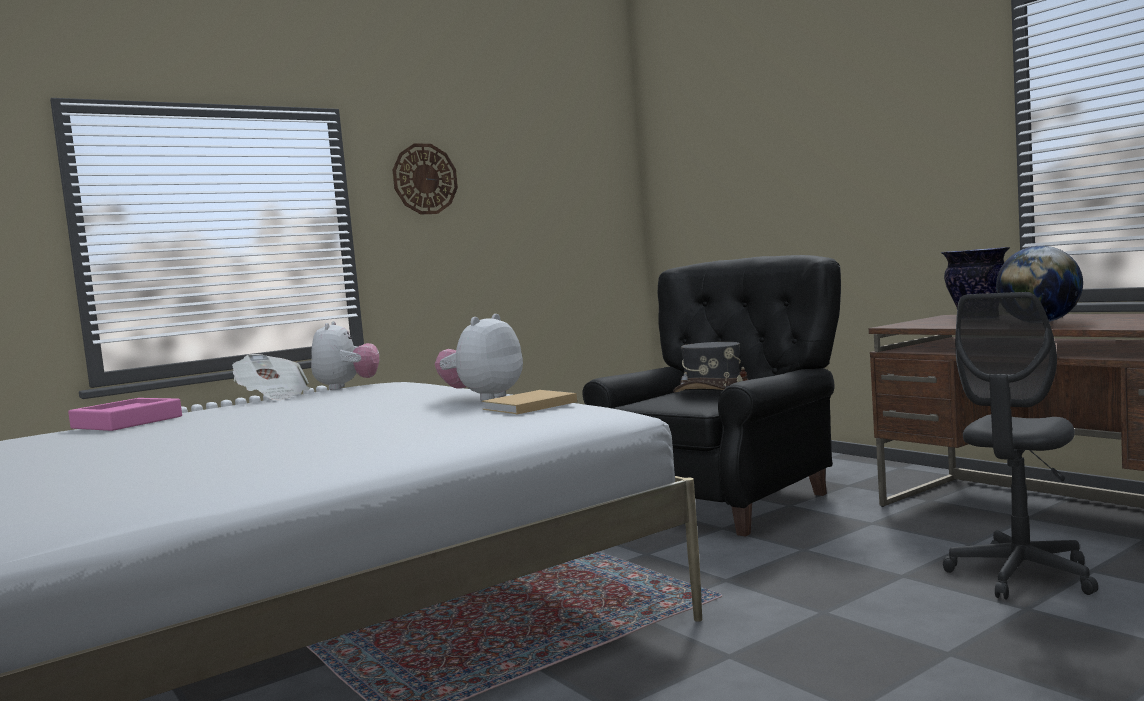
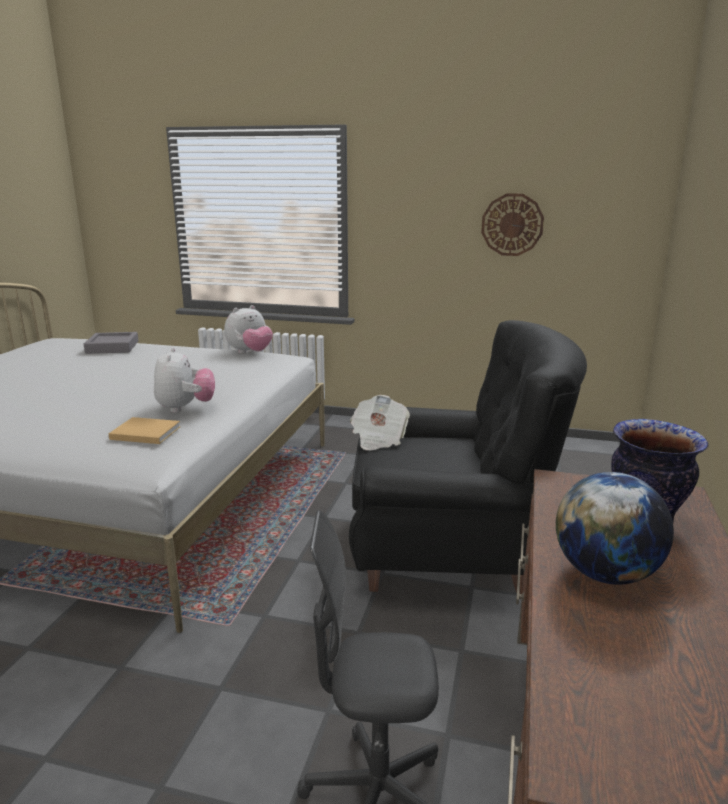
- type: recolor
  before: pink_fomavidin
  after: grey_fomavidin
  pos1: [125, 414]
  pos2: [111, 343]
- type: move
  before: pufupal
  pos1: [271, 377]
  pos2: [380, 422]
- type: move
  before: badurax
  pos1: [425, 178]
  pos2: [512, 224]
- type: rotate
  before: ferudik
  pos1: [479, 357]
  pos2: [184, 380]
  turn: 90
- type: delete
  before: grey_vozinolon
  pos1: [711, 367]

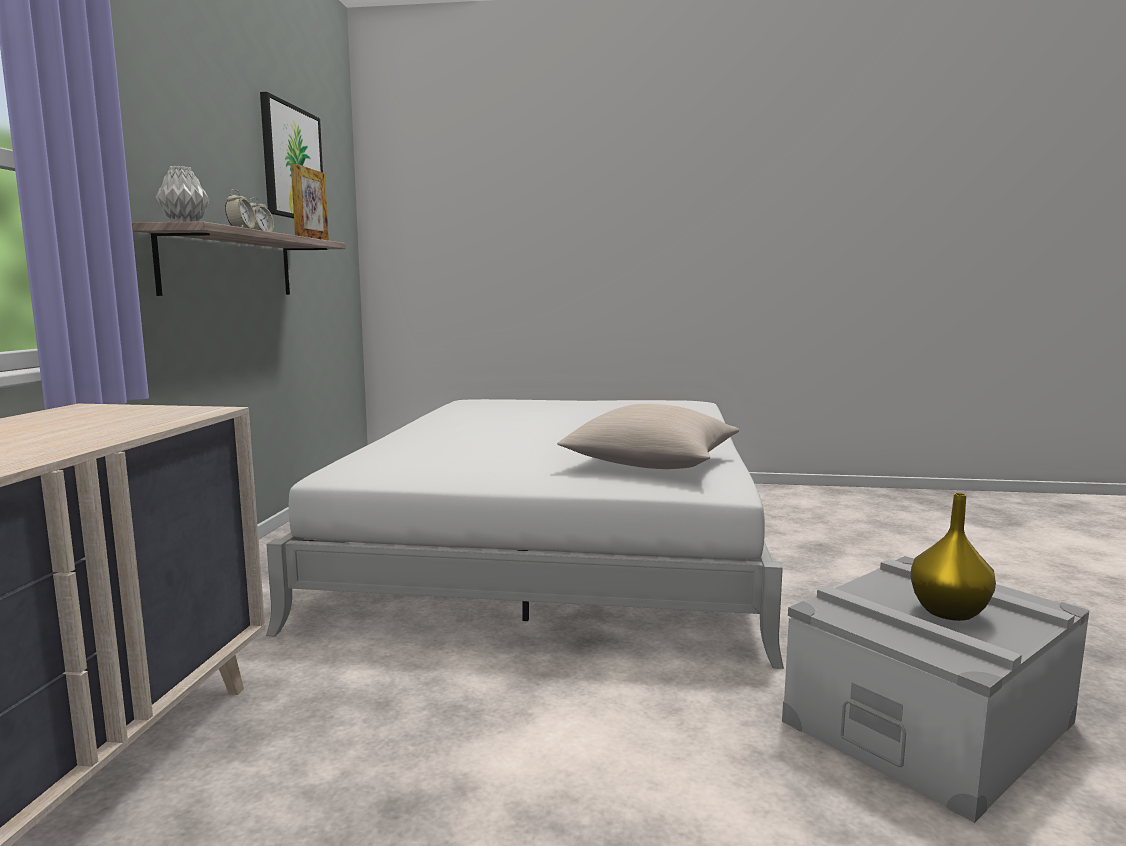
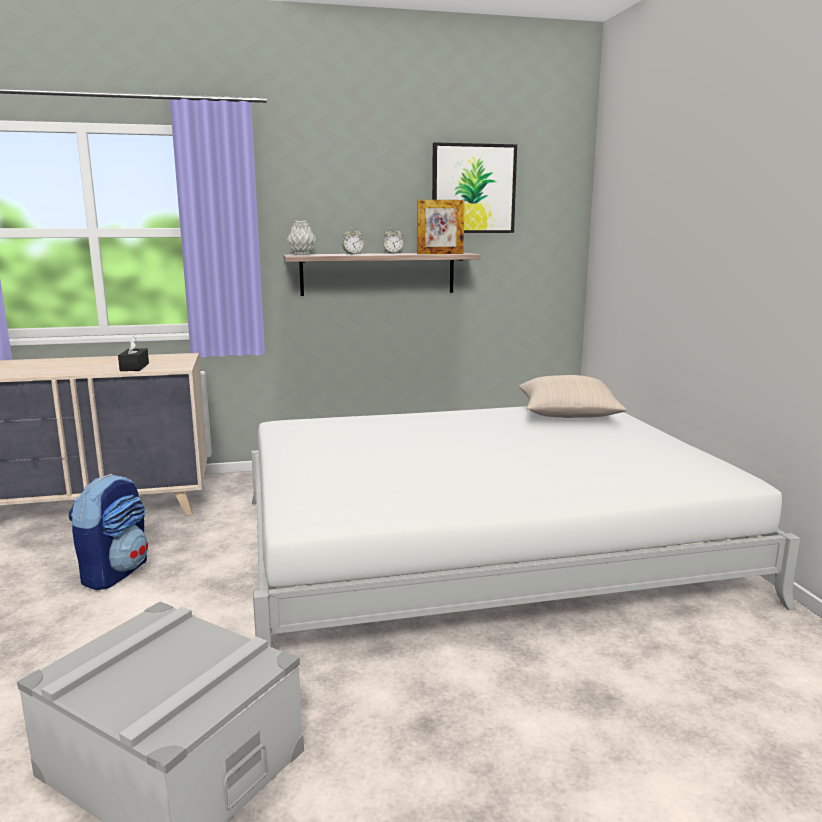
- type: move
  before: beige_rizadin
  pos1: [648, 436]
  pos2: [573, 396]
- type: delete
  before: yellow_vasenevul
  pos1: [953, 557]
- type: insert
  after: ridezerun
  pos2: [108, 532]
- type: insert
  after: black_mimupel
  pos2: [133, 353]

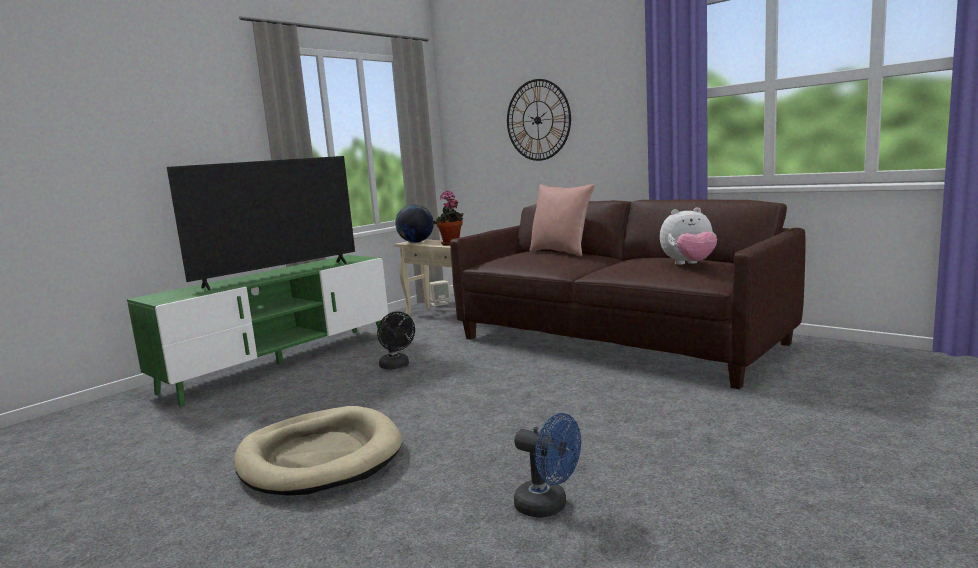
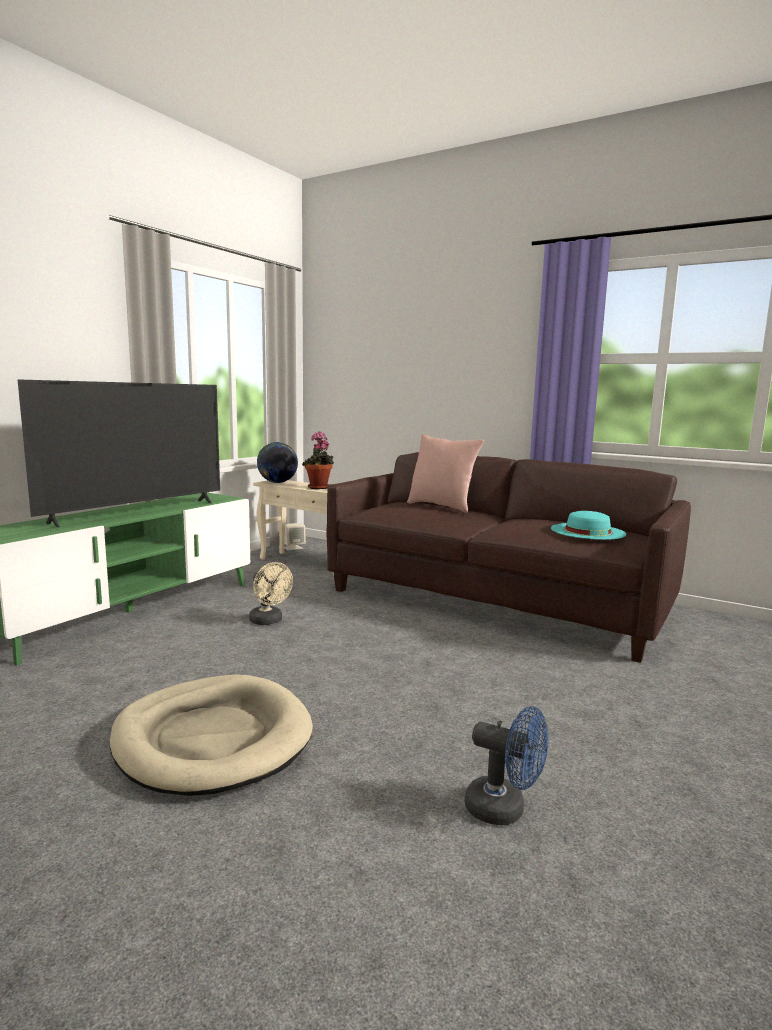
- type: recolor
  before: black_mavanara
  after: beige_mavanara
  pos1: [396, 341]
  pos2: [271, 593]
- type: delete
  before: badurax
  pos1: [539, 120]
- type: replace
  before: ferudik
  after: turquoise_vozinolon
  pos1: [688, 236]
  pos2: [588, 525]

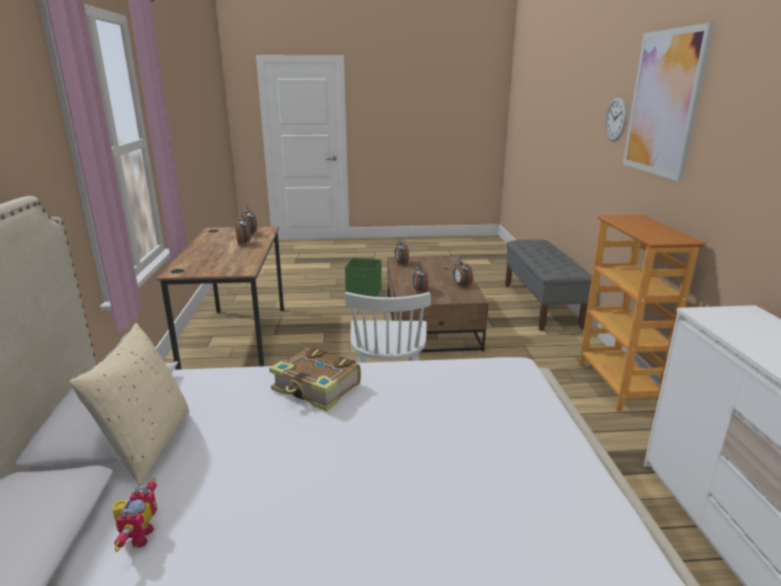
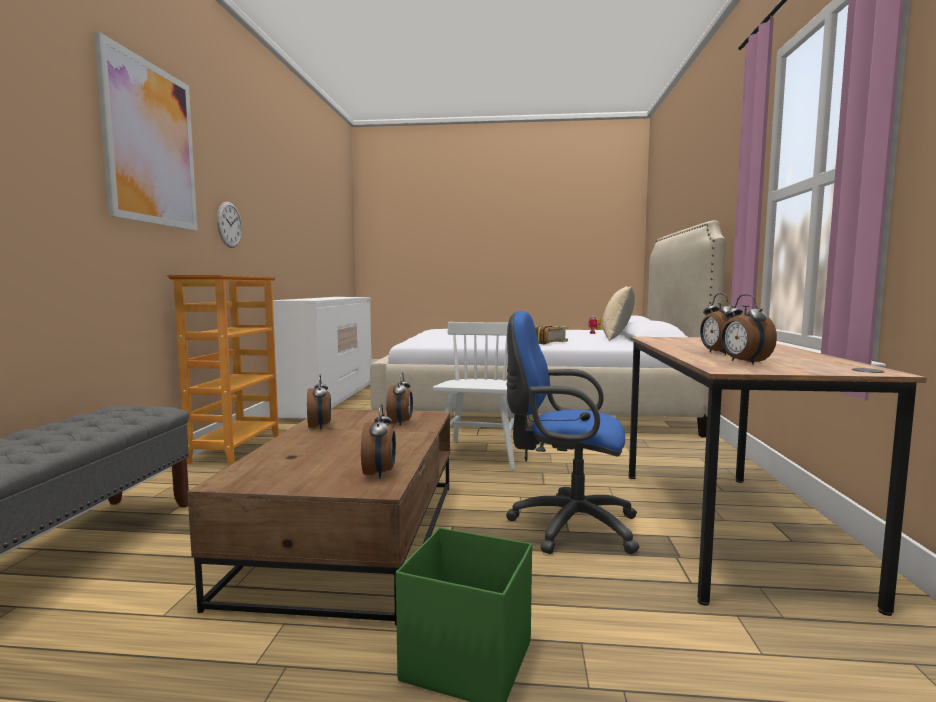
- type: move
  before: badurax
  pos1: [616, 119]
  pos2: [229, 225]
- type: insert
  after: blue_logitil
  pos2: [573, 432]

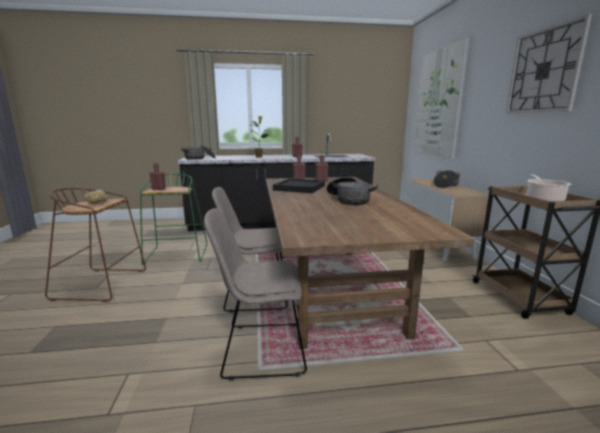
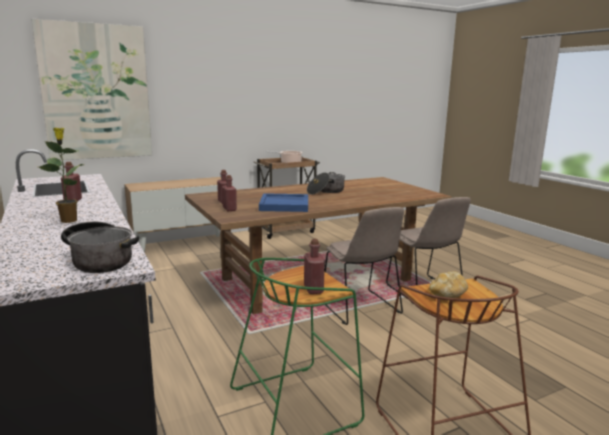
- type: recolor
  before: black_fomavidin
  after: blue_fomavidin
  pos1: [299, 185]
  pos2: [283, 202]
- type: delete
  before: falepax
  pos1: [446, 179]
- type: delete
  before: badurax
  pos1: [549, 64]

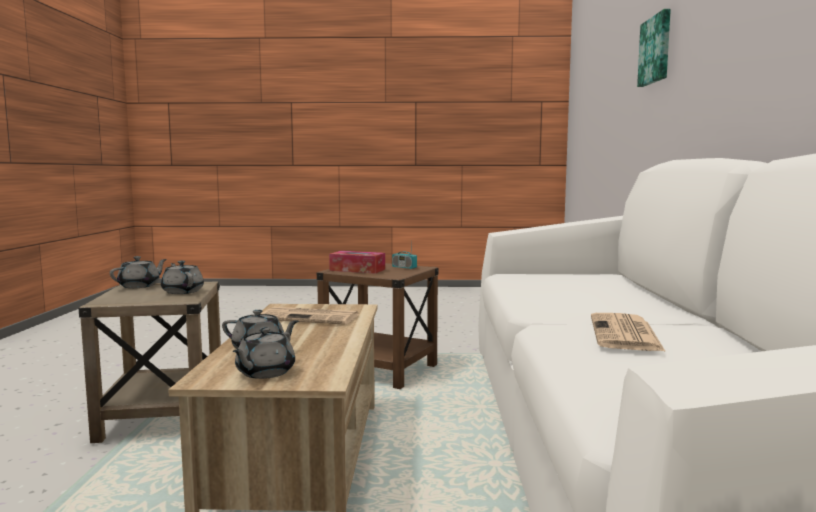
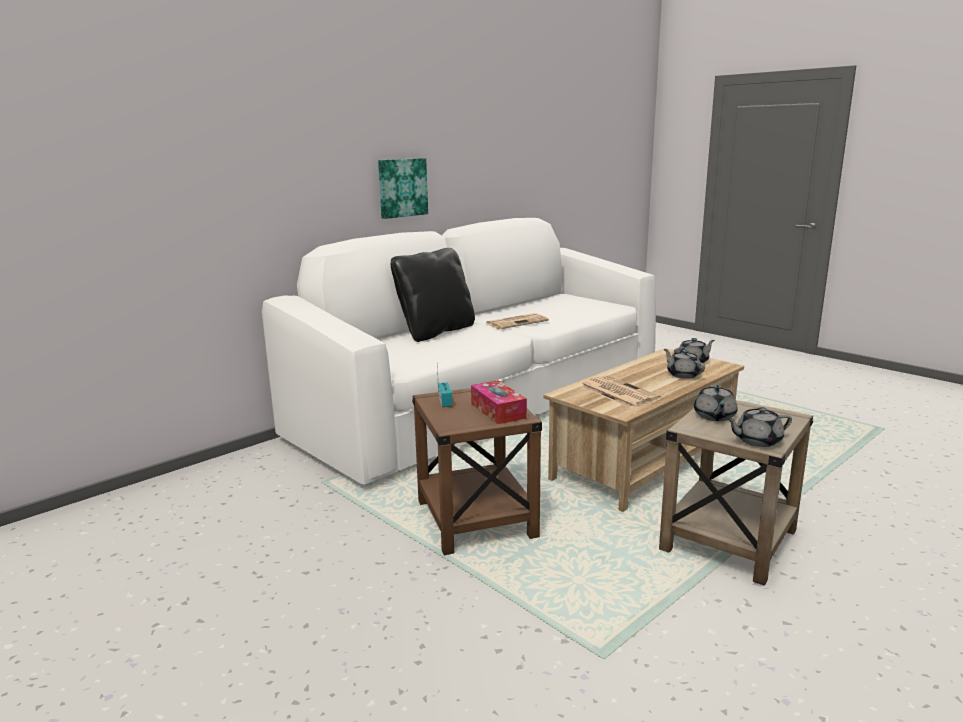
- type: move
  before: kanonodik
  pos1: [654, 48]
  pos2: [403, 188]
- type: insert
  after: black_rizadin
  pos2: [433, 295]

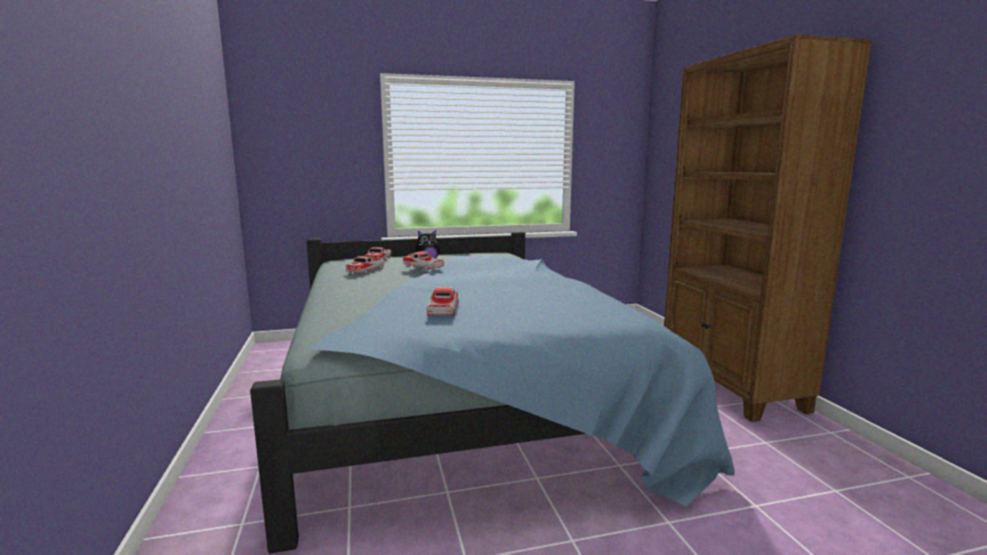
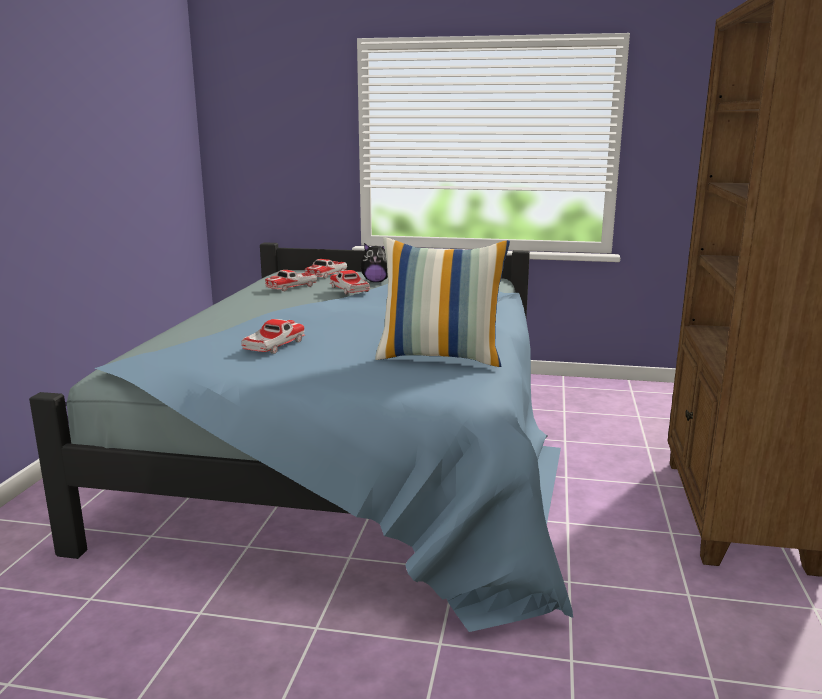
- type: insert
  after: rizadin
  pos2: [442, 302]

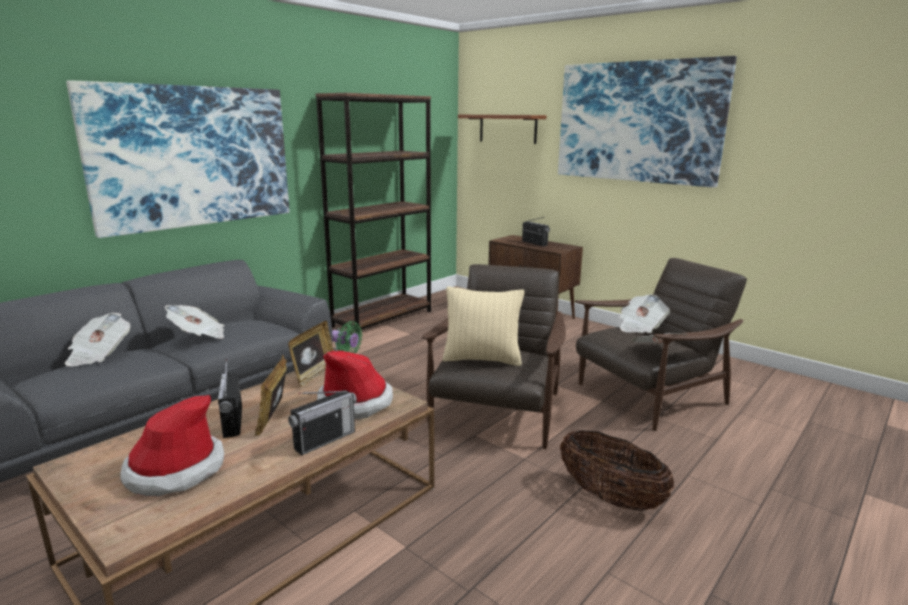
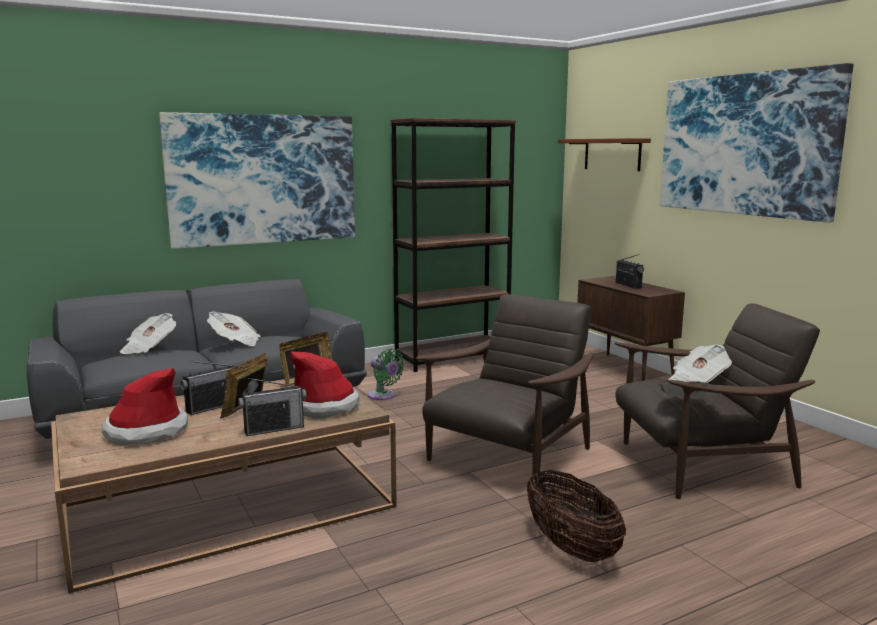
- type: rotate
  before: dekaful
  pos1: [230, 398]
  pos2: [207, 388]
  turn: -135
- type: delete
  before: beige_rizadin
  pos1: [483, 326]

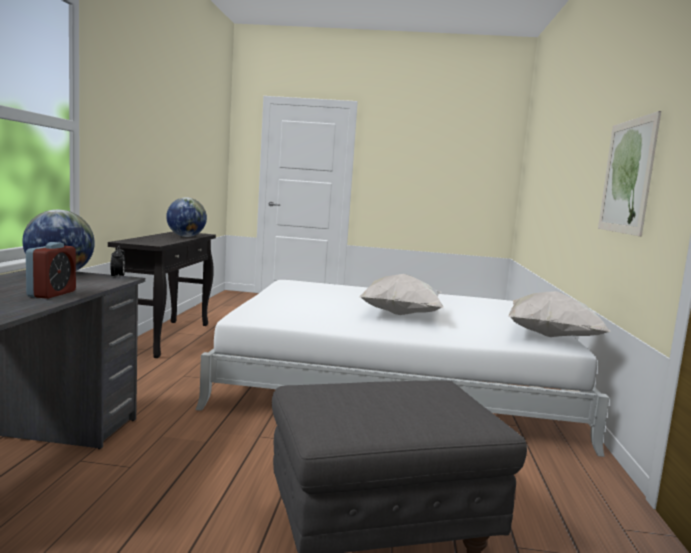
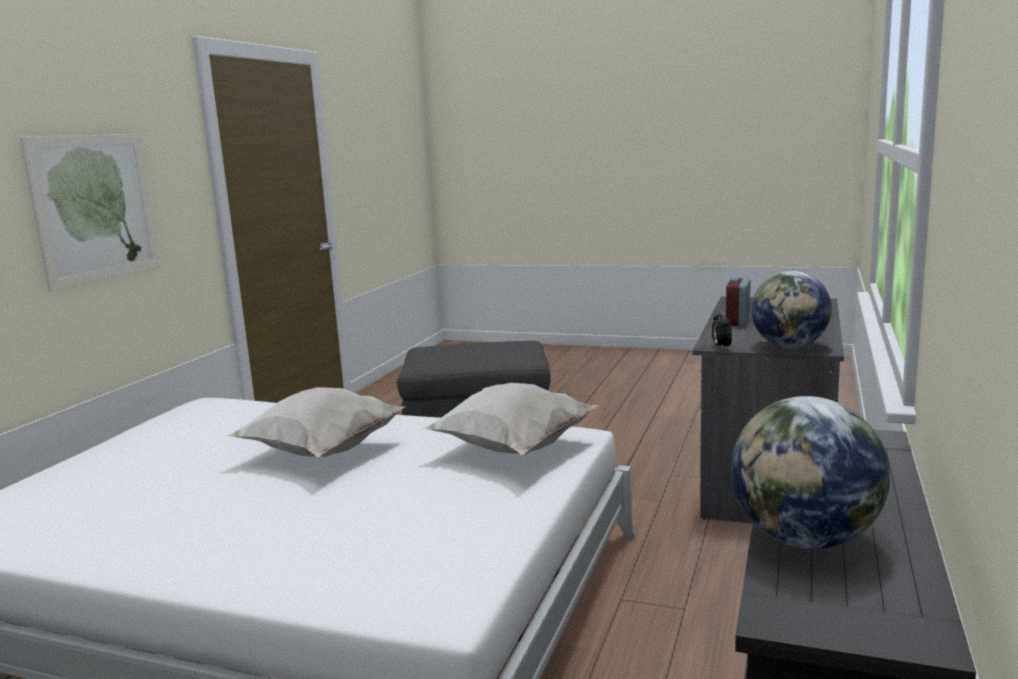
- type: move
  before: white_rizadin
  pos1: [559, 314]
  pos2: [509, 419]

